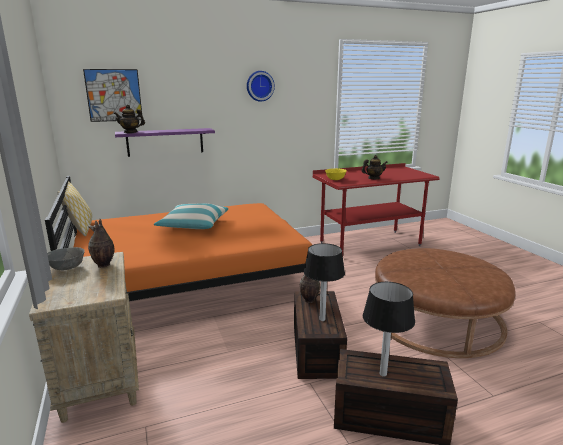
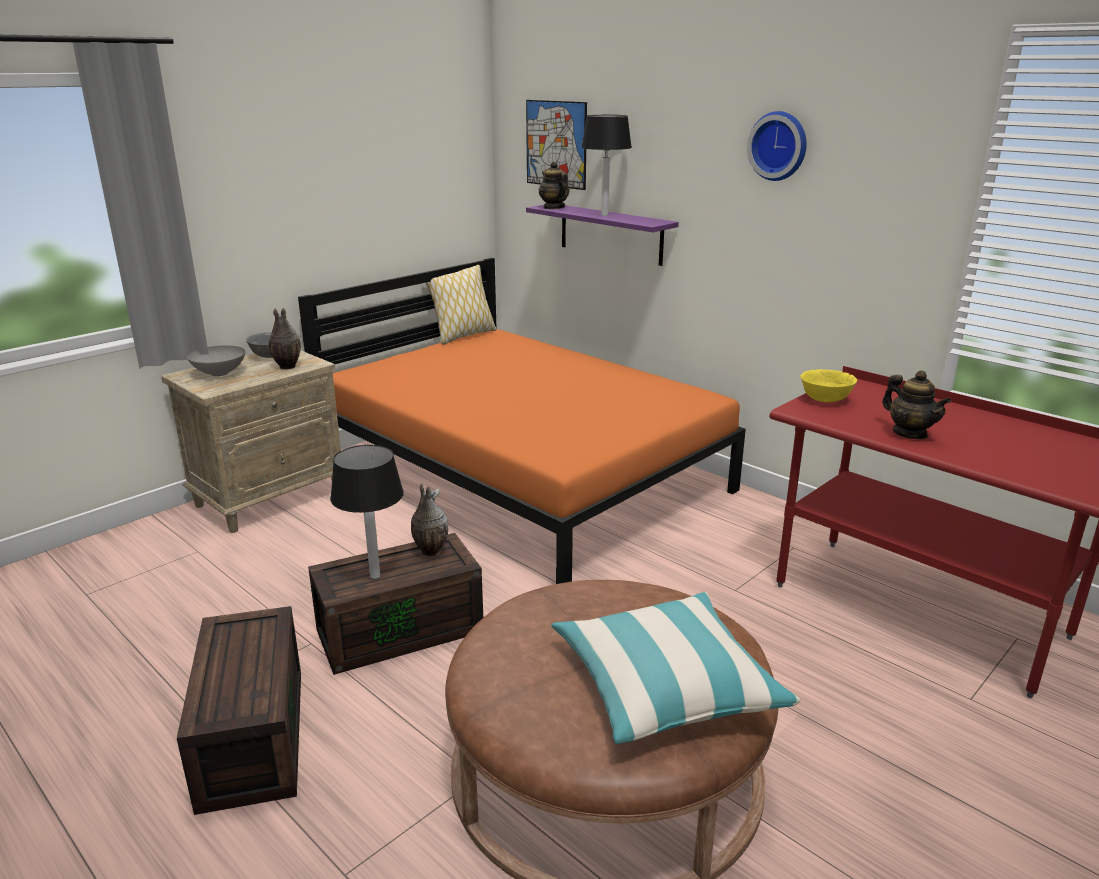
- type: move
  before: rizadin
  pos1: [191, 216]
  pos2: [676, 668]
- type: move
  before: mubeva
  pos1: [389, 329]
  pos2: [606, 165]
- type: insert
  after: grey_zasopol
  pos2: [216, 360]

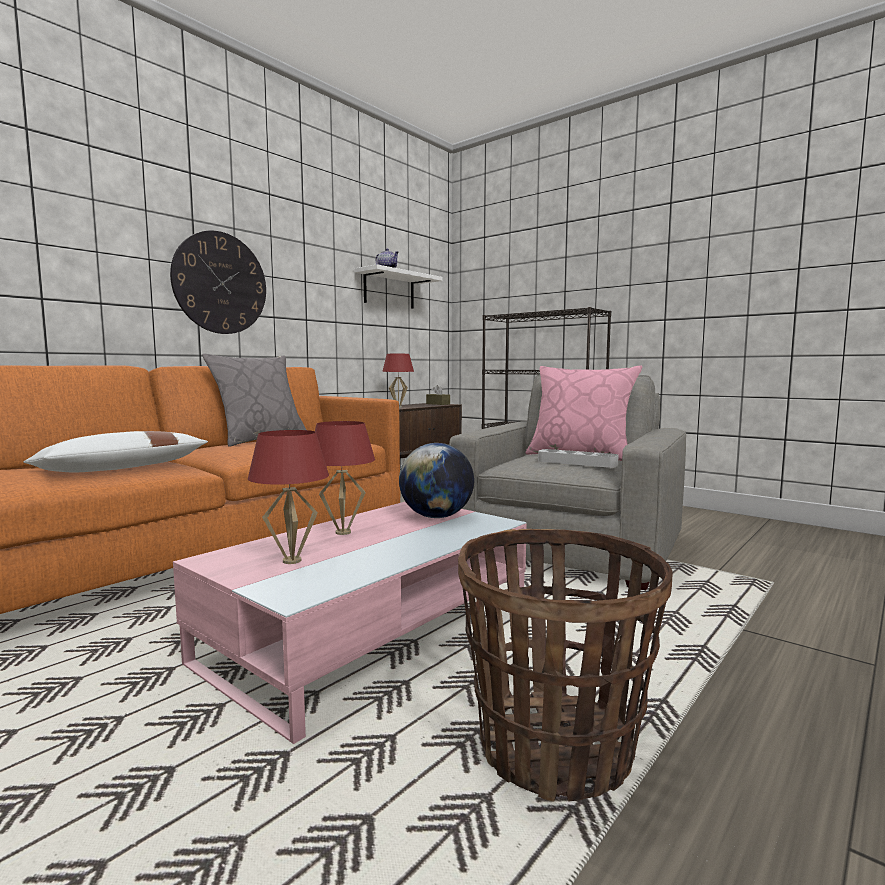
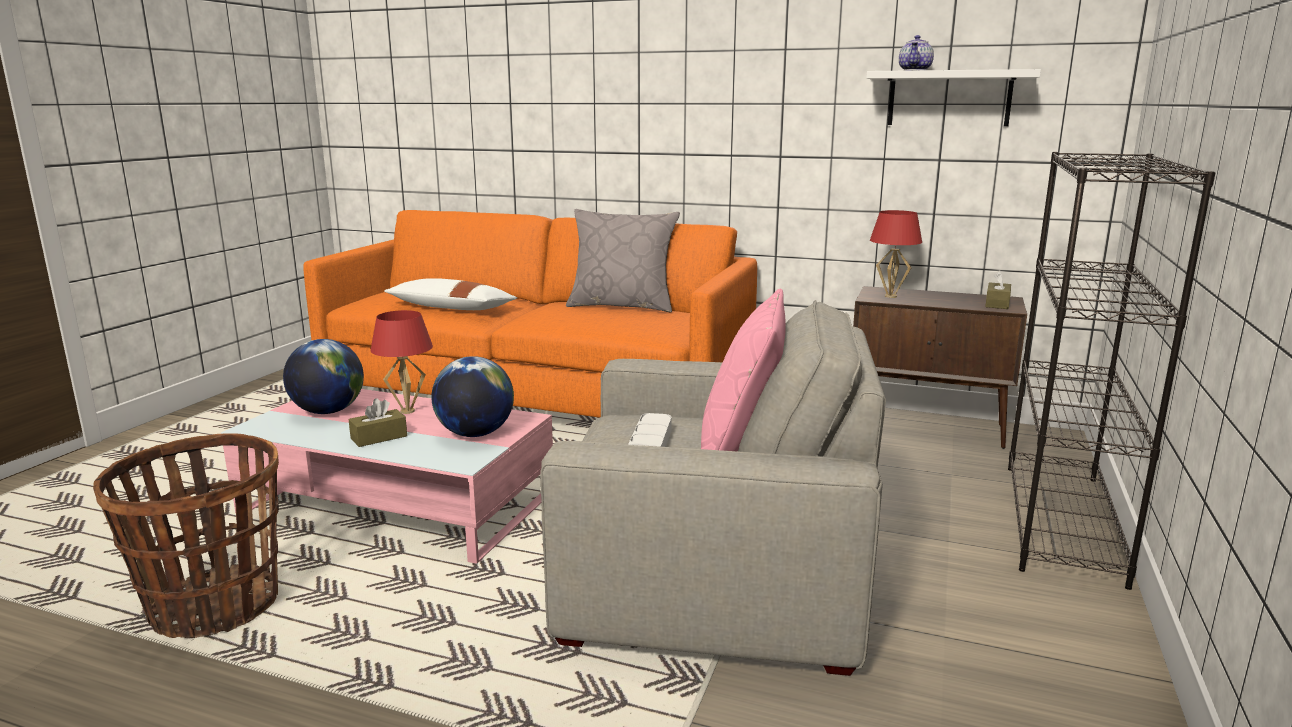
- type: delete
  before: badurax
  pos1: [218, 282]
- type: replace
  before: red_mubeva
  after: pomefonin
  pos1: [288, 497]
  pos2: [323, 376]
- type: insert
  after: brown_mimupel
  pos2: [378, 422]

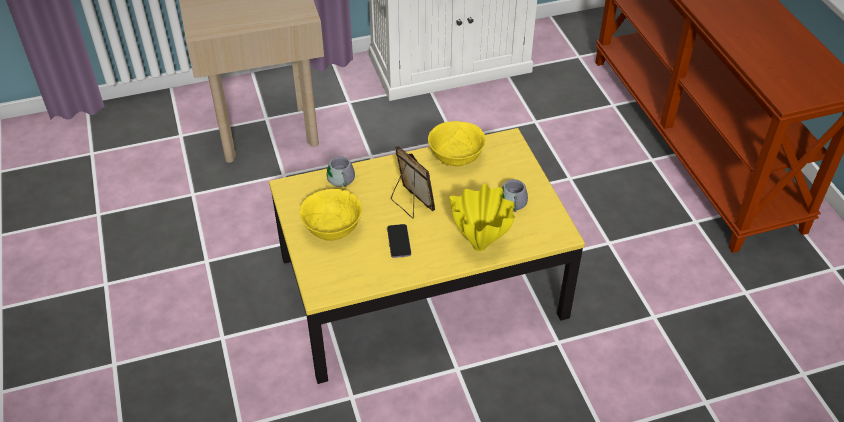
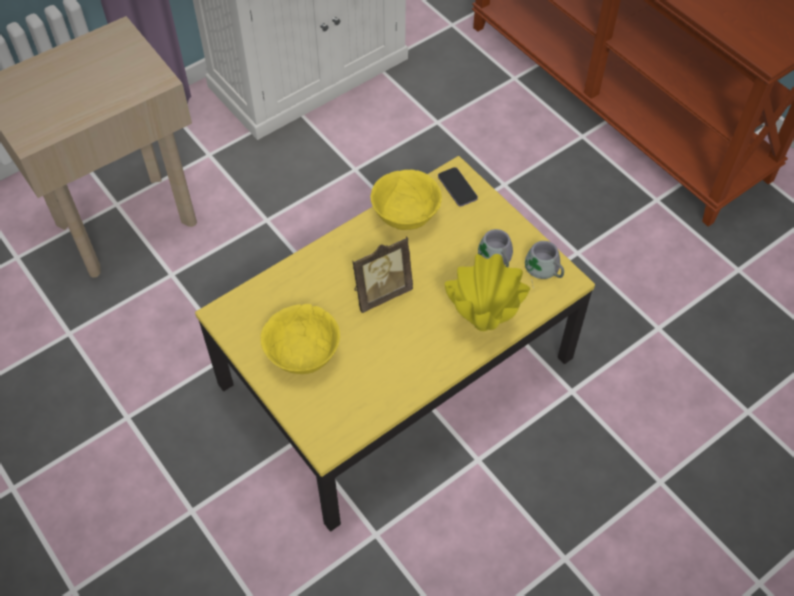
- type: move
  before: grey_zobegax
  pos1: [339, 173]
  pos2: [544, 265]
- type: move
  before: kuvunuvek
  pos1: [399, 241]
  pos2: [458, 186]
- type: rotate
  before: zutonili
  pos1: [413, 182]
  pos2: [382, 274]
  turn: 120

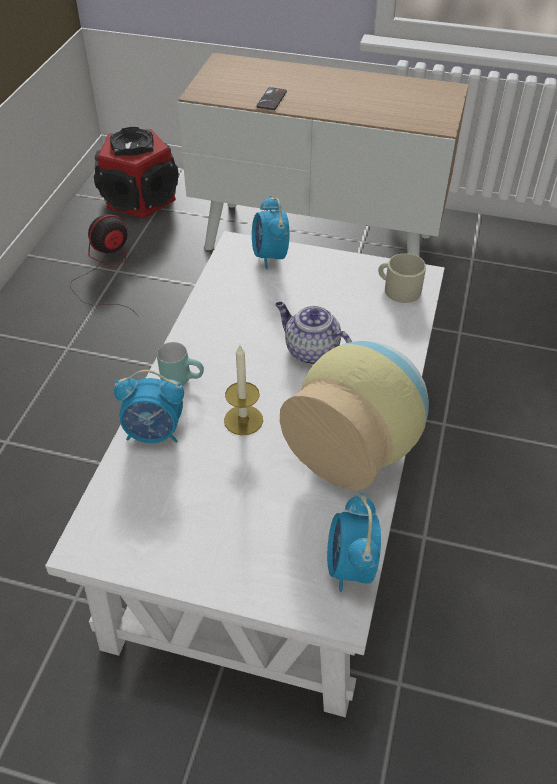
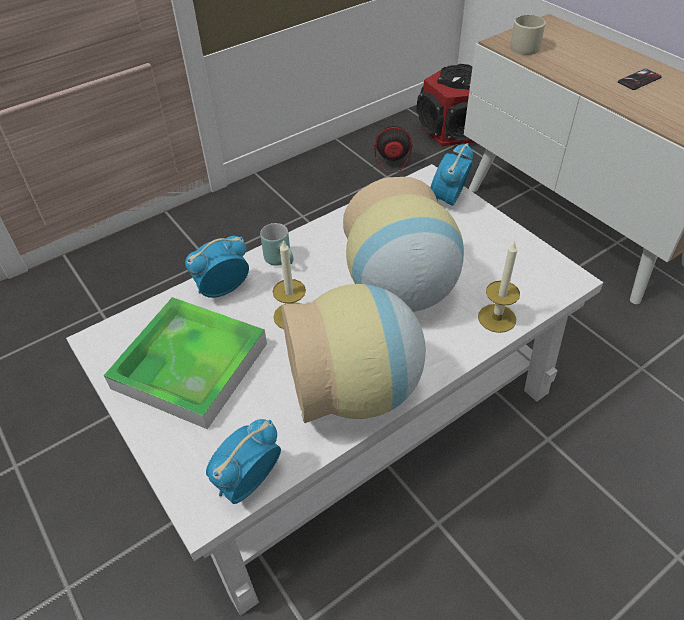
- type: rotate
  before: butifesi
  pos1: [149, 406]
  pos2: [217, 267]
  turn: 105
- type: move
  before: kuvunuvek
  pos1: [272, 98]
  pos2: [640, 79]
- type: replace
  before: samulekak
  after: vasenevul
  pos1: [313, 333]
  pos2: [403, 244]
- type: move
  before: beige_zobegax
  pos1: [402, 278]
  pos2: [528, 35]
- type: insert
  after: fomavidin
  pos2: [185, 363]
- type: insert
  after: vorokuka
  pos2: [499, 287]

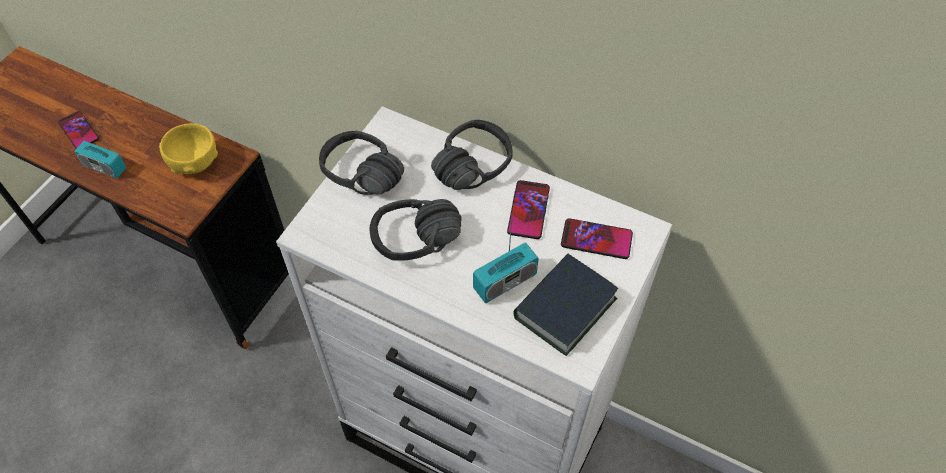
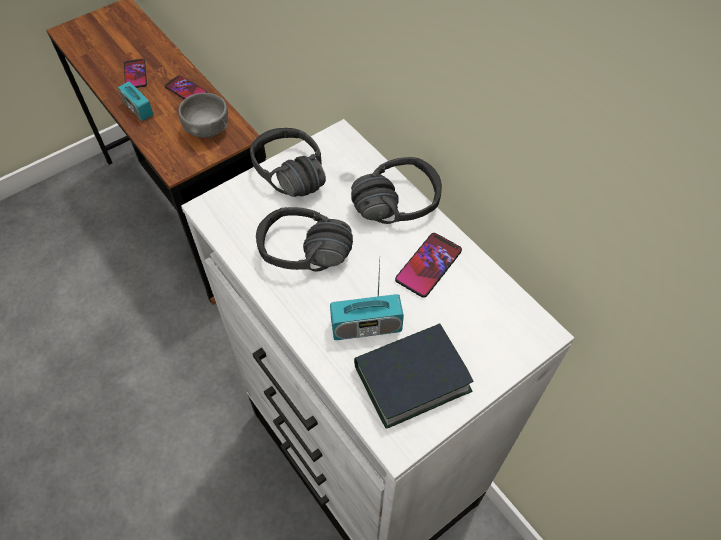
- type: recolor
  before: yellow_zasopol
  after: grey_zasopol
  pos1: [188, 148]
  pos2: [203, 115]
- type: move
  before: kuvunuvek
  pos1: [597, 238]
  pos2: [186, 87]

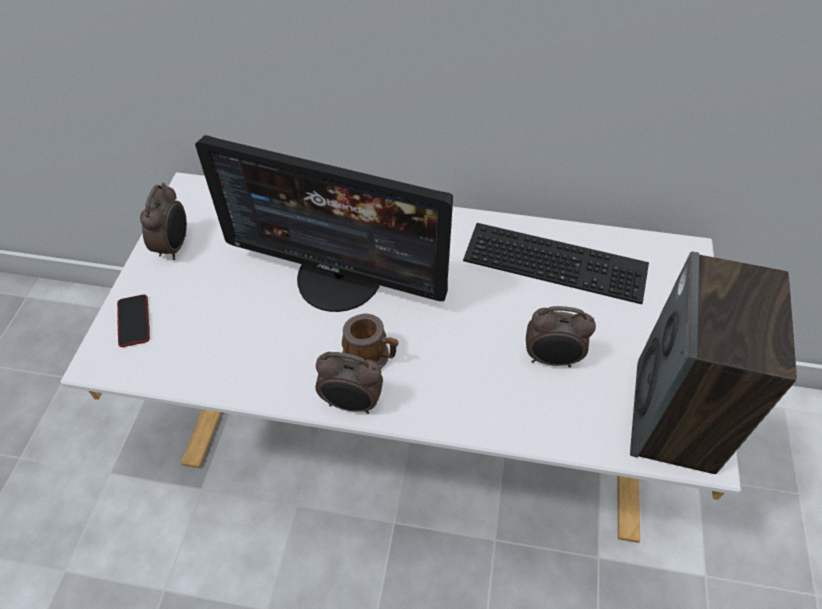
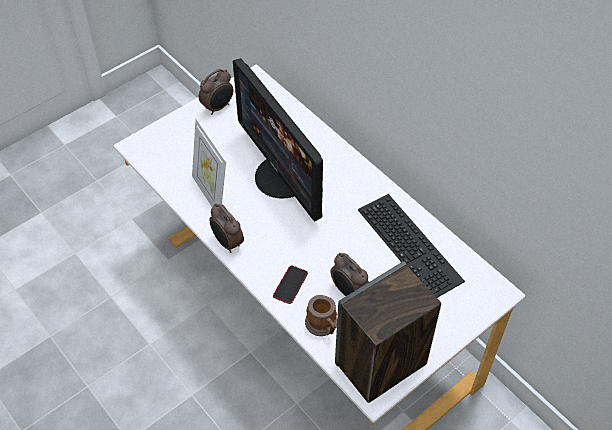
- type: move
  before: kuvunuvek
  pos1: [133, 321]
  pos2: [290, 284]
- type: move
  before: zobegax
  pos1: [370, 341]
  pos2: [321, 315]
- type: insert
  after: zutonili
  pos2: [209, 163]

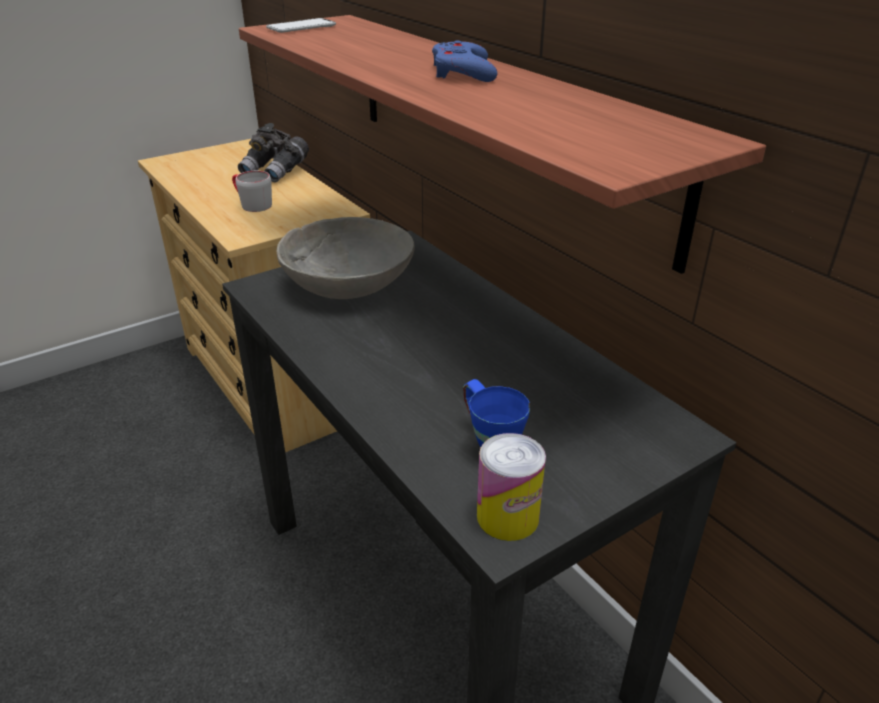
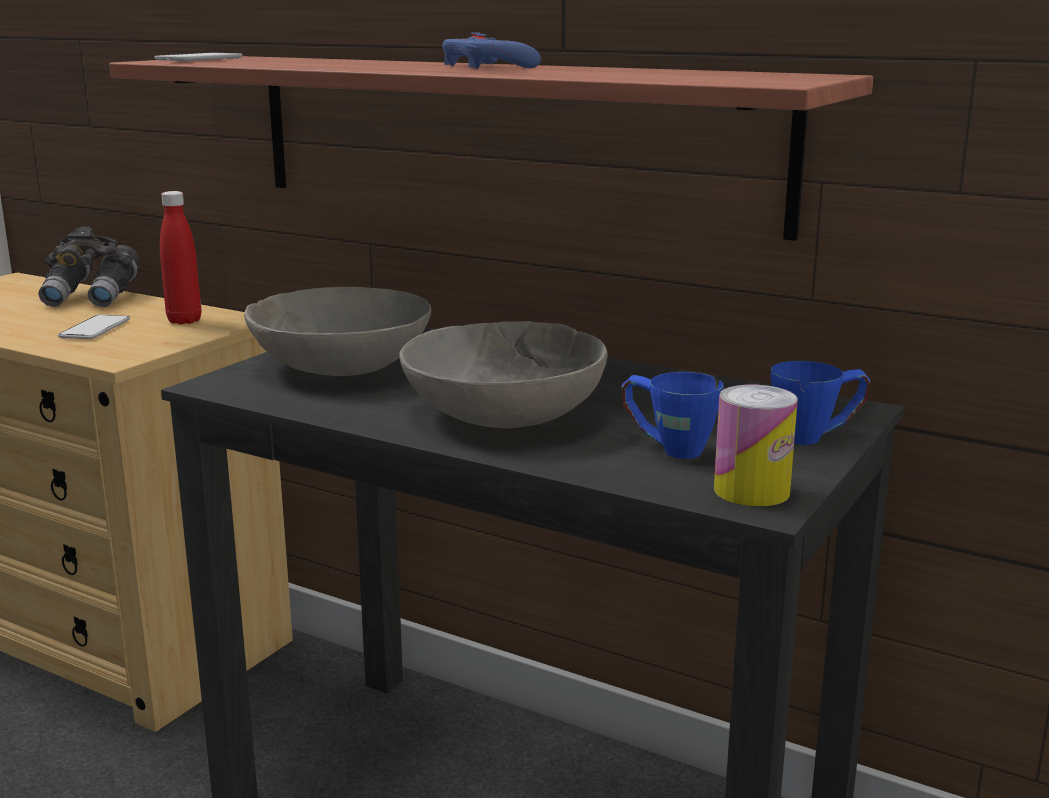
- type: replace
  before: grey_zobegax
  after: kuvunuvek
  pos1: [252, 191]
  pos2: [94, 327]
- type: insert
  after: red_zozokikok
  pos2: [180, 257]
- type: insert
  after: grey_zasopol
  pos2: [503, 375]
- type: insert
  after: blue_zobegax
  pos2: [820, 403]

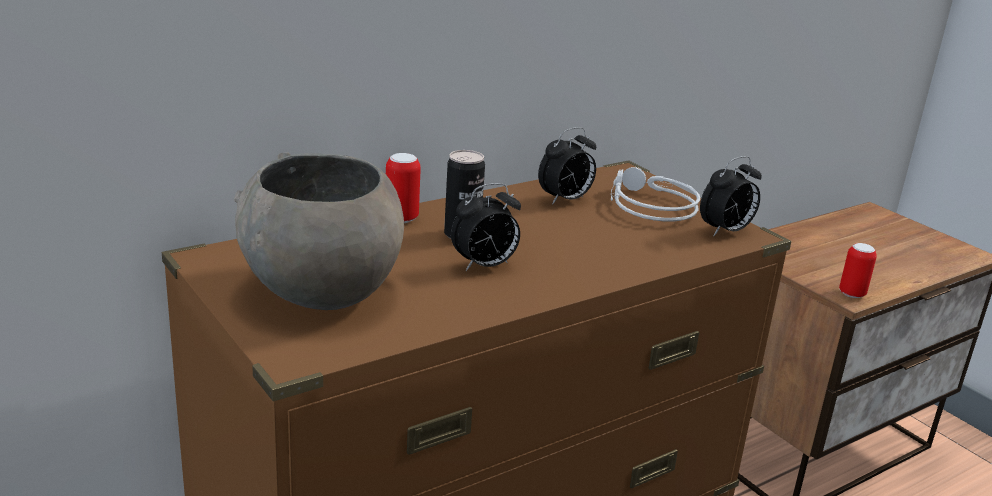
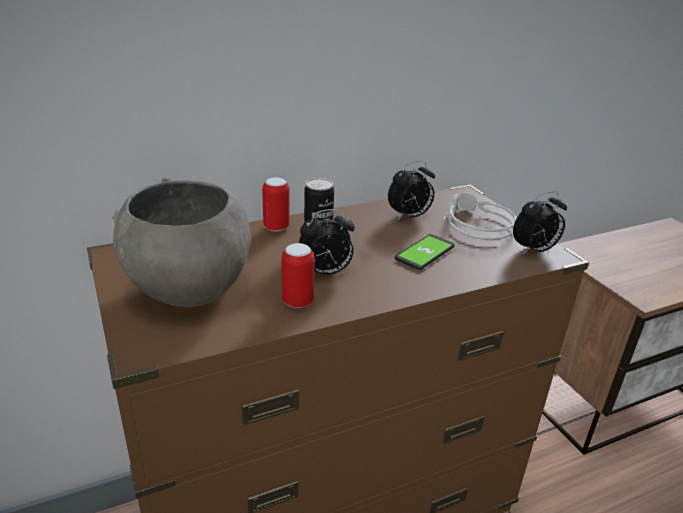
- type: move
  before: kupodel
  pos1: [858, 270]
  pos2: [298, 275]
- type: insert
  after: kuvunuvek
  pos2: [425, 252]

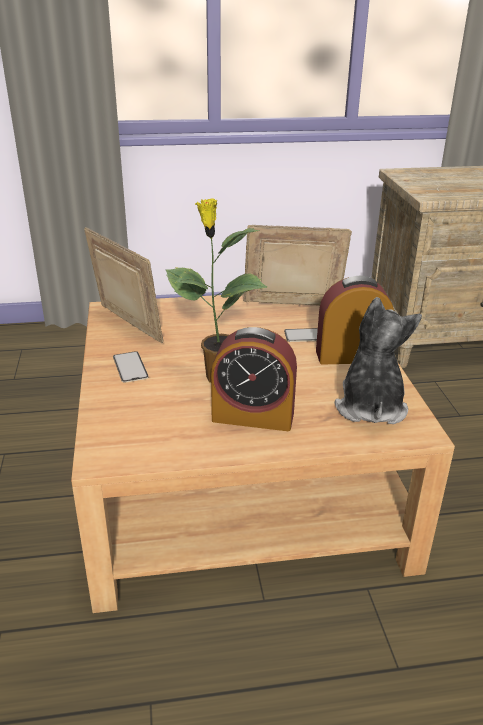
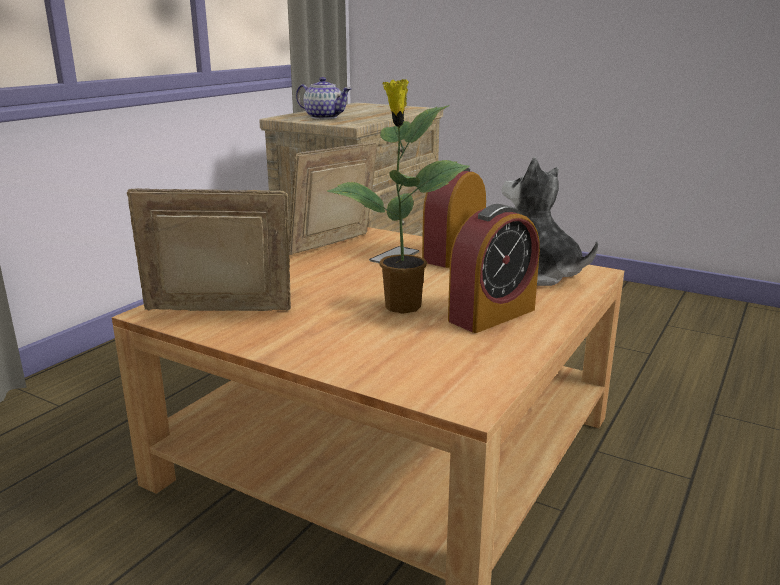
- type: delete
  before: kuvunuvek
  pos1: [131, 367]
- type: insert
  after: samulekak
  pos2: [323, 98]

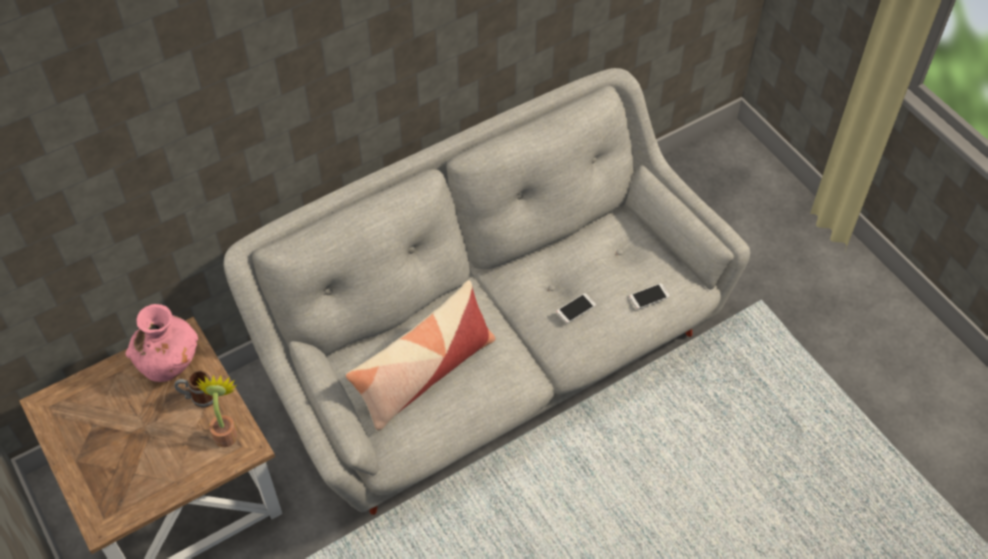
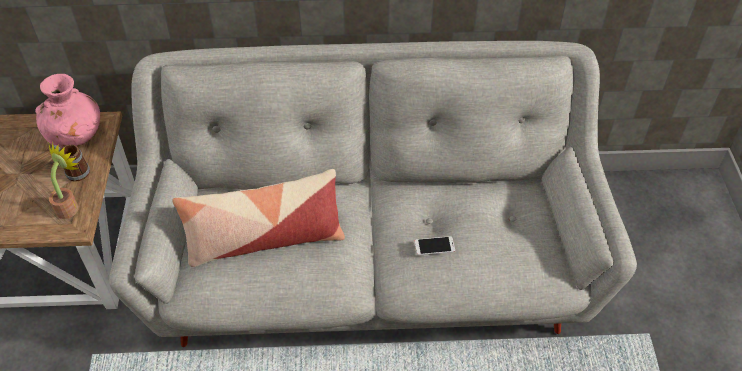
- type: delete
  before: kuvunuvek
  pos1: [649, 296]

